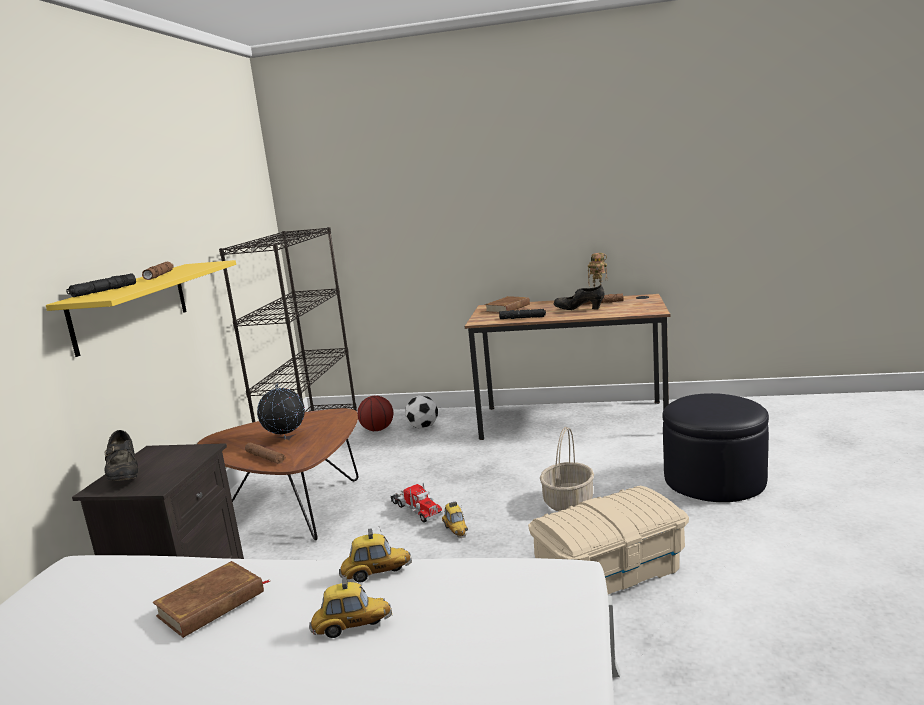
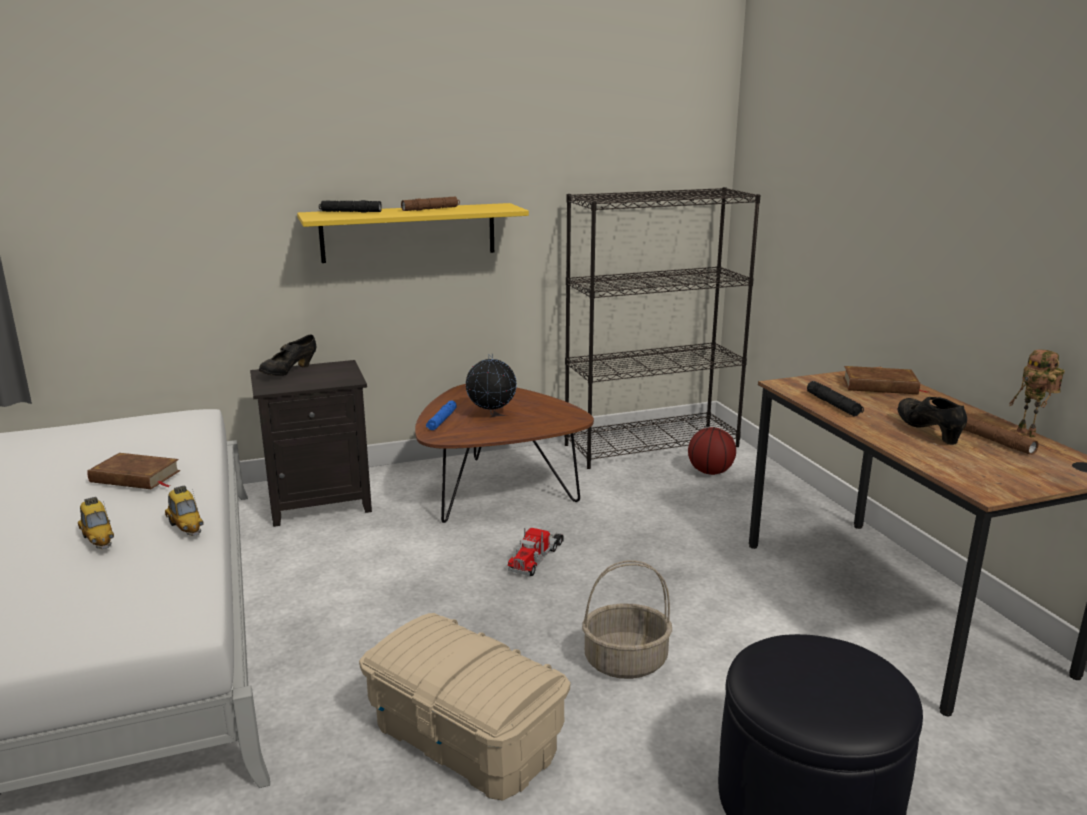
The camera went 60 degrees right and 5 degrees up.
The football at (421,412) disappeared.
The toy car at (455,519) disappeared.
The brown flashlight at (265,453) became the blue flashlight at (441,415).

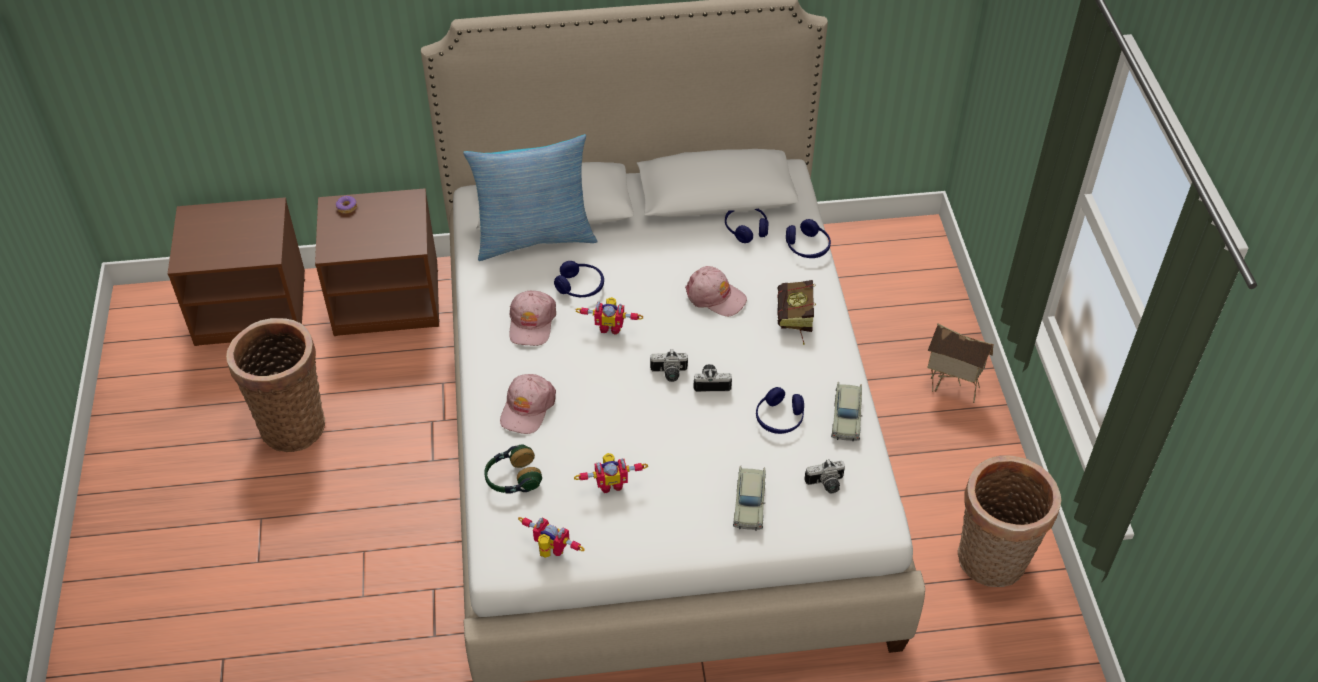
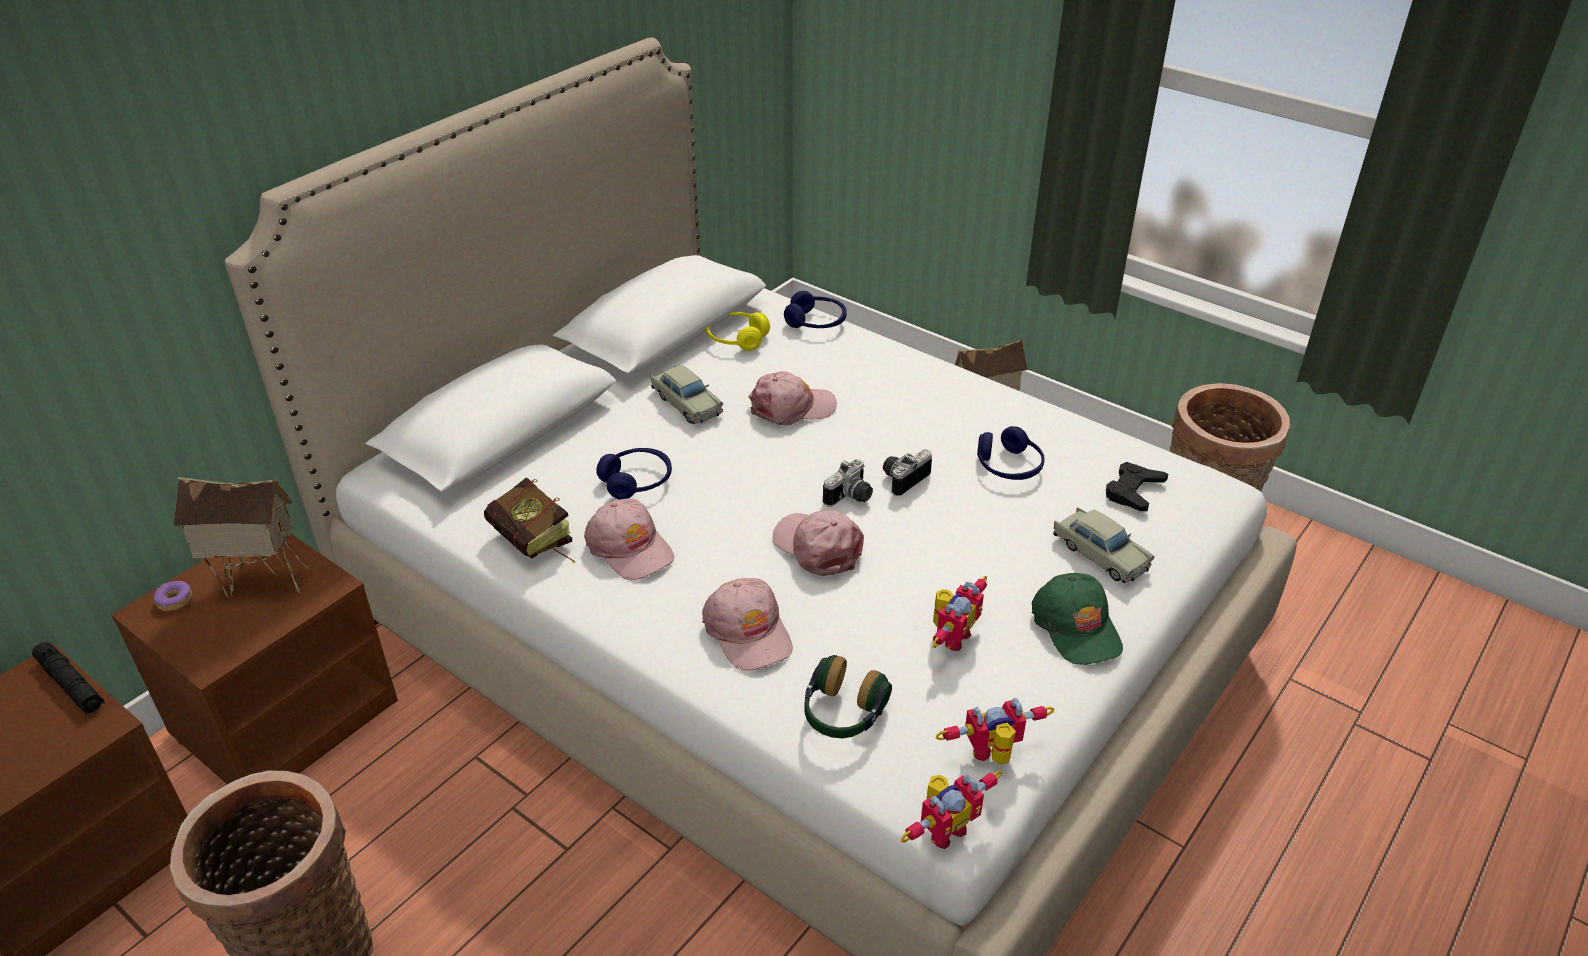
The camera went 45 degrees left and 10 degrees down.
The pillow at (530,197) disappeared.
The black flashlight at (68,678) appeared.
The toy house at (241,537) appeared.
The pink cap at (818,543) appeared.
The green cap at (1077,619) appeared.
The toy robot moved from (609,315) to (951,810).
The book moved from (796,312) to (529,520).
The beige toy car moved from (847,412) to (687,394).
The photo camera at (824,476) was replaced by the black game controller at (1137,486).
The blue headphones at (746,226) became the yellow headphones at (738,331).

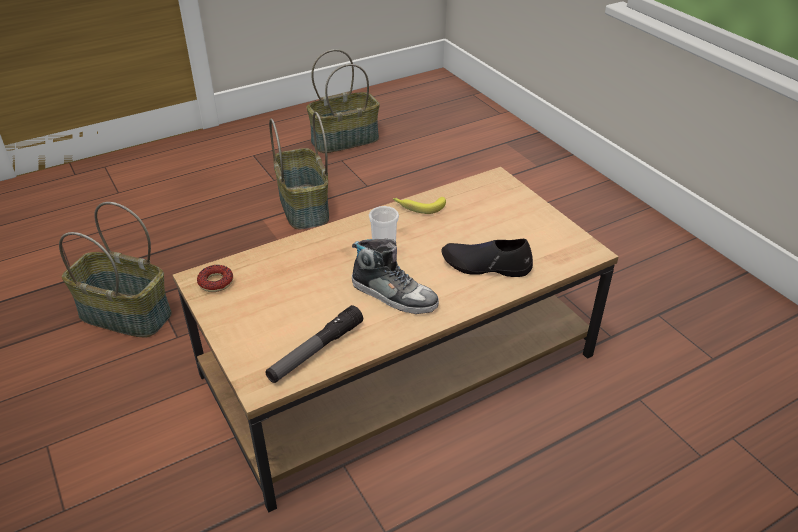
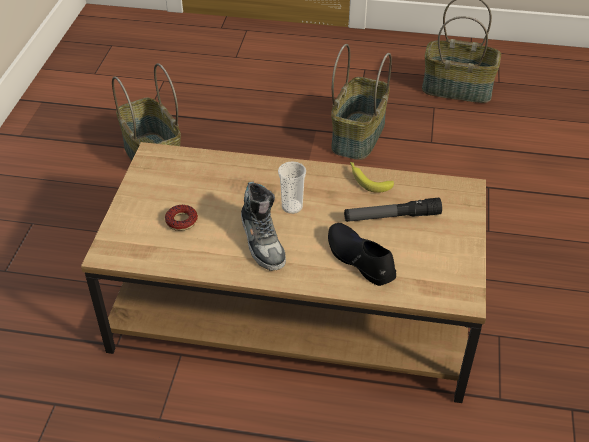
The camera went 40 degrees right and 5 degrees up.
The donut moved from (215,278) to (181,218).
The flashlight moved from (314,344) to (393,210).

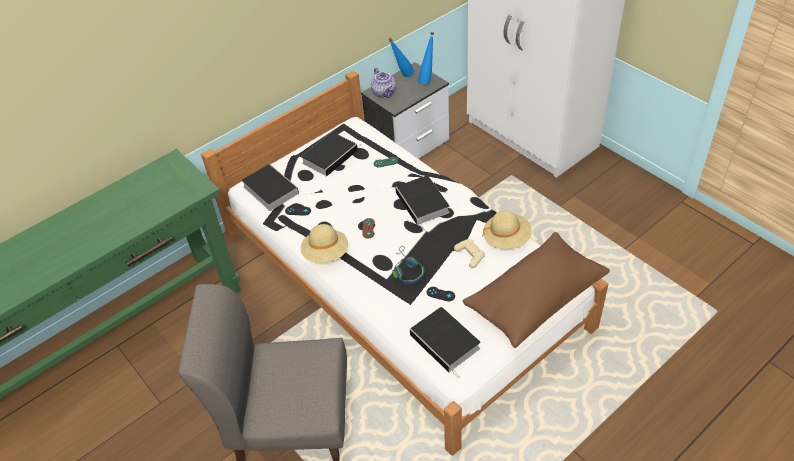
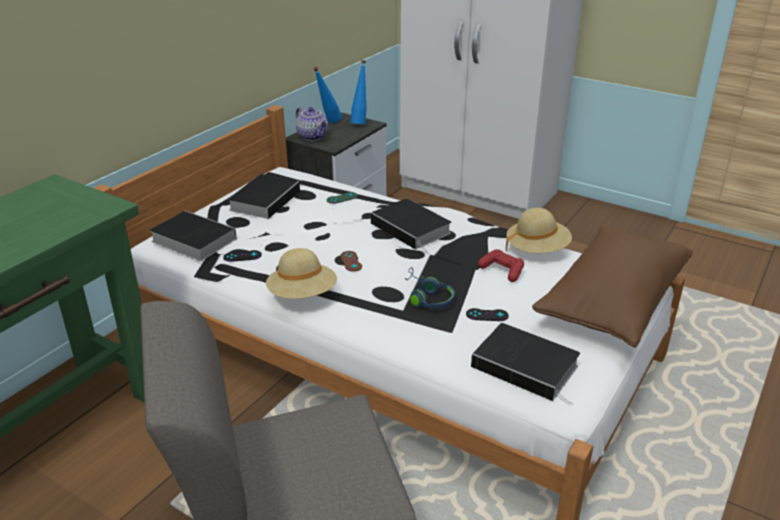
The camera went 20 degrees left and 15 degrees down.
The beige game controller at (469,253) became the red game controller at (501,265).

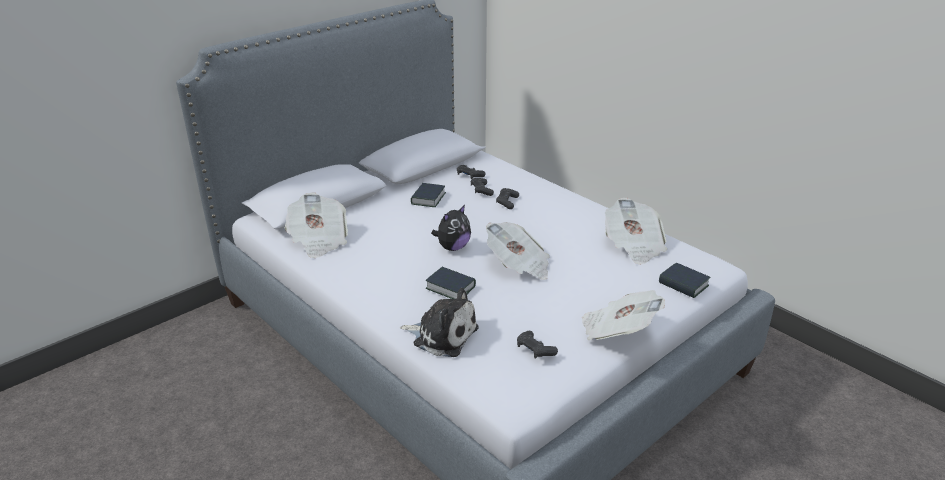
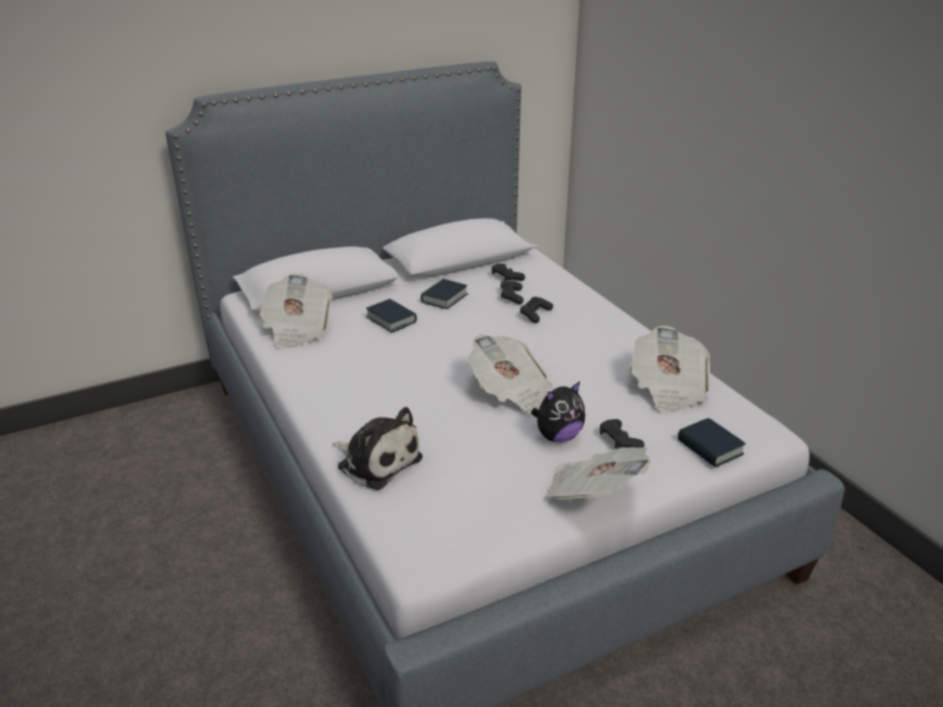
The camera went 15 degrees right and 0 degrees up.
The book moved from (450,283) to (391,316).
The plush toy moved from (451,228) to (558,411).
The black game controller moved from (537,344) to (622,434).

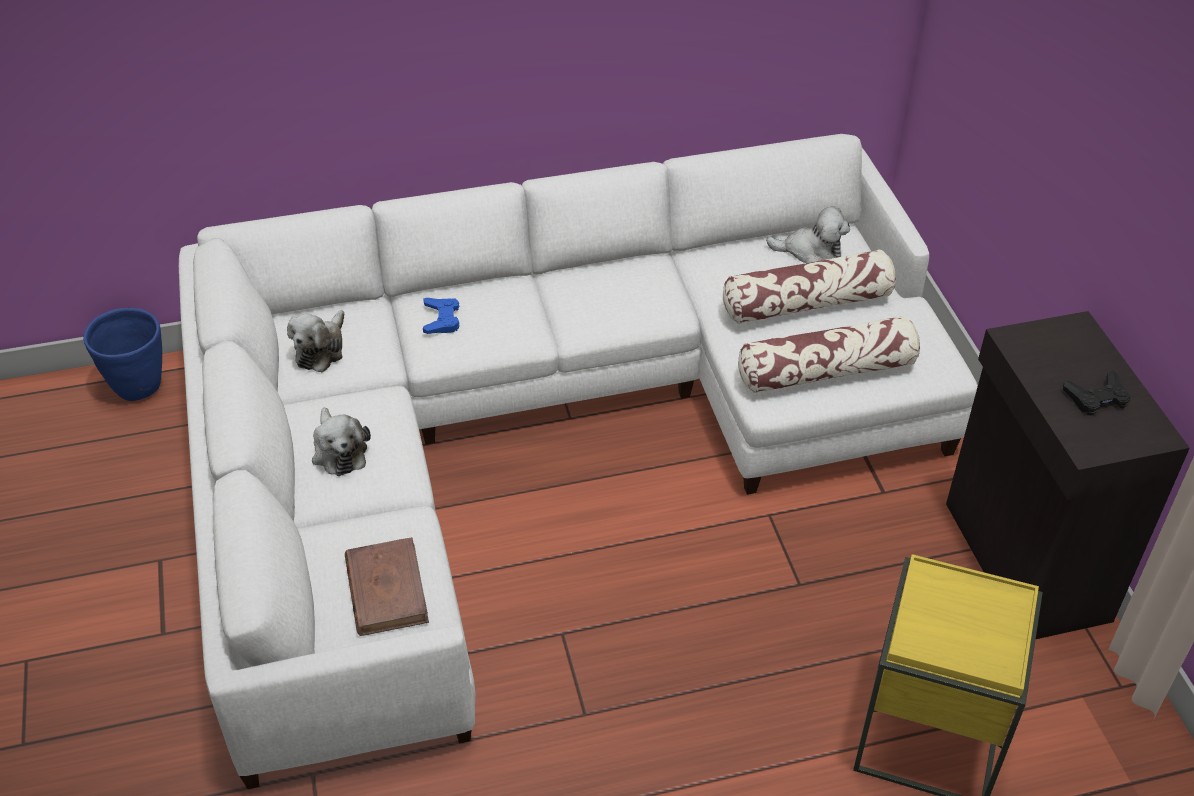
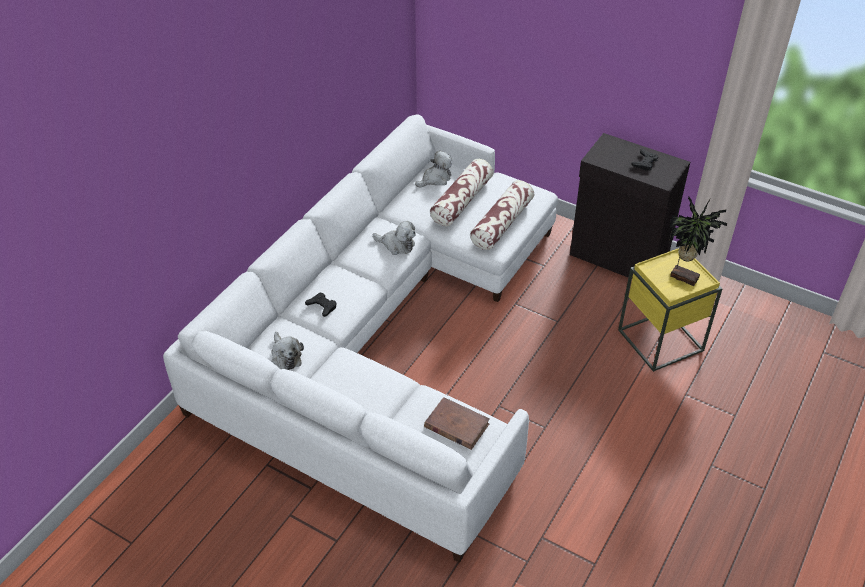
The camera went 45 degrees left and 0 degrees up.
The blue planter at (122,354) disappeared.
The potted plant at (698,241) appeared.
The plush toy moved from (341,442) to (394,238).
The blue game controller at (441,316) became the black game controller at (320,305).

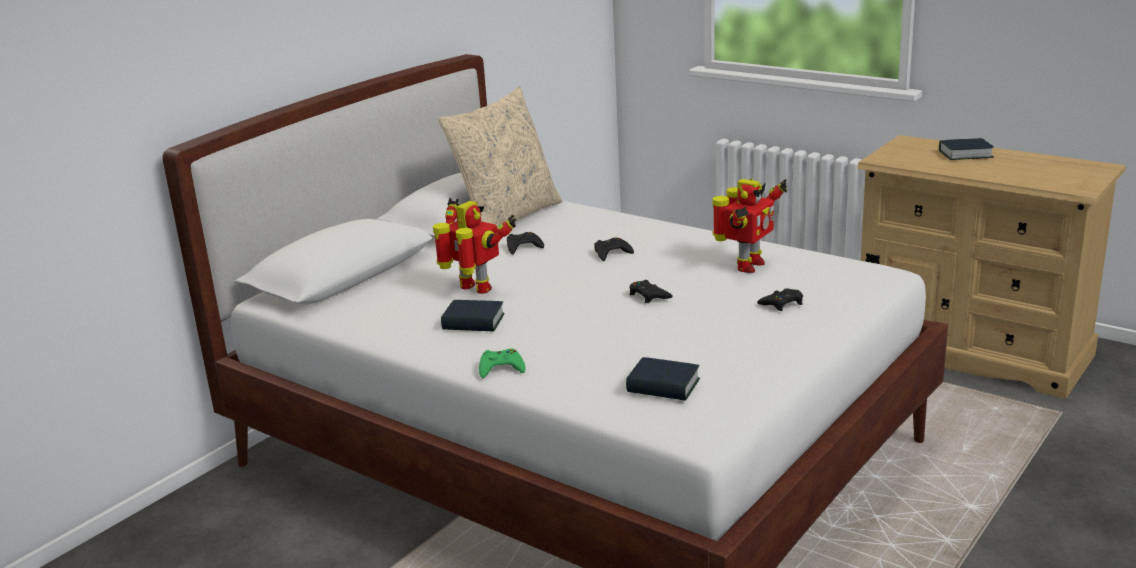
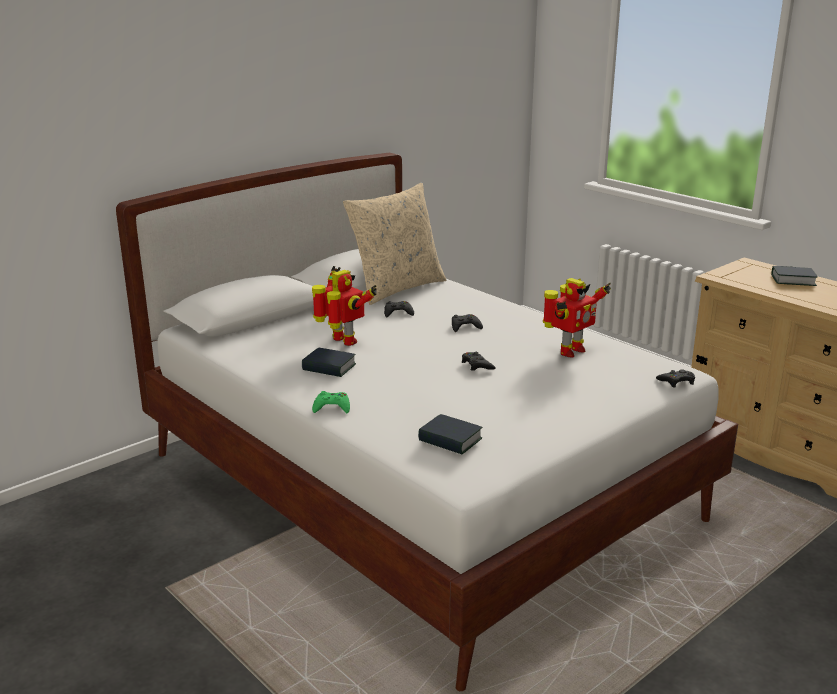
The camera went 10 degrees right and 0 degrees up.
The black game controller moved from (780,299) to (675,378).

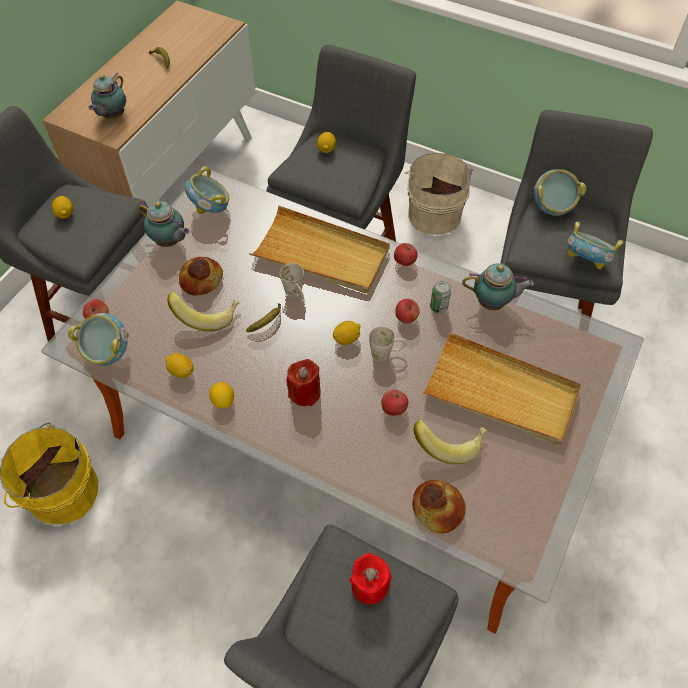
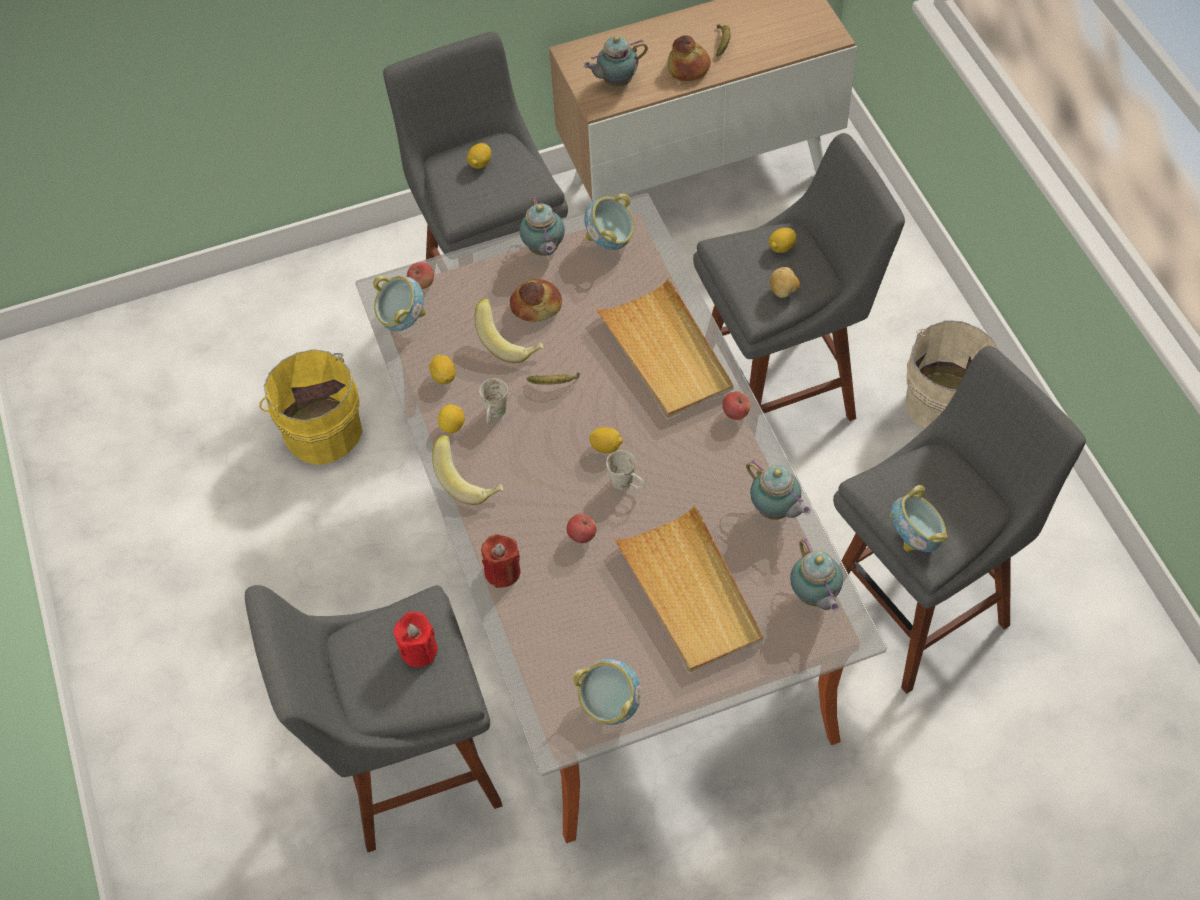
The camera went 45 degrees right and 0 degrees up.
The apple at (407,311) disappeared.
The can at (440,297) disappeared.
The potato at (785,282) appeared.
The teapot at (816,575) appeared.
The white mug moved from (292,281) to (493,401).
The red candle moved from (303,382) to (500,561).
The bread moved from (439,507) to (689,58).
The banana moved from (450,442) to (468,470).
The bowl moved from (560,192) to (606,691).

